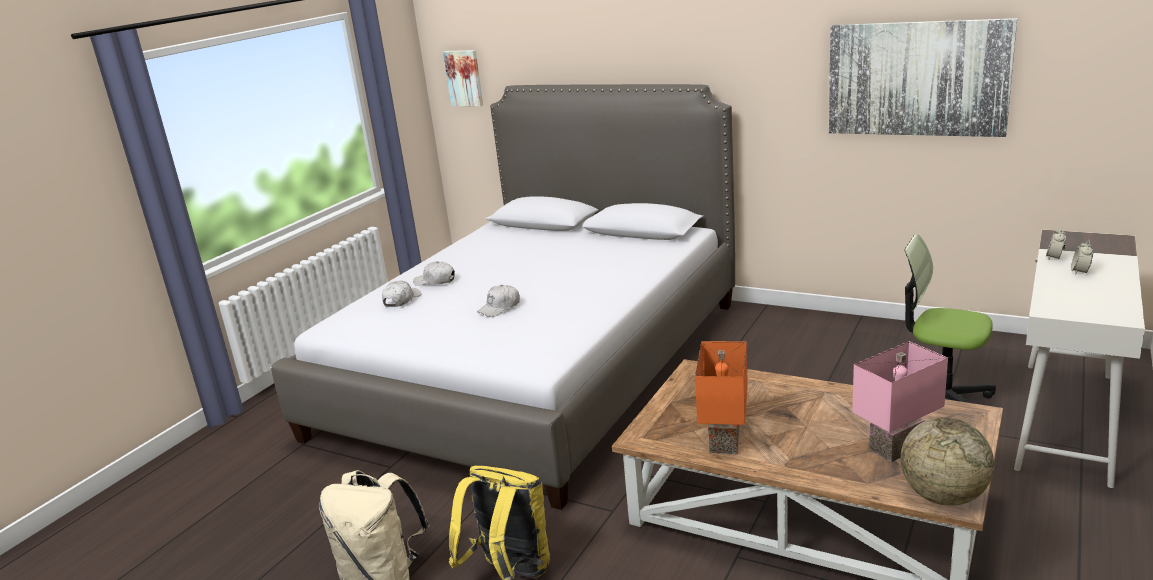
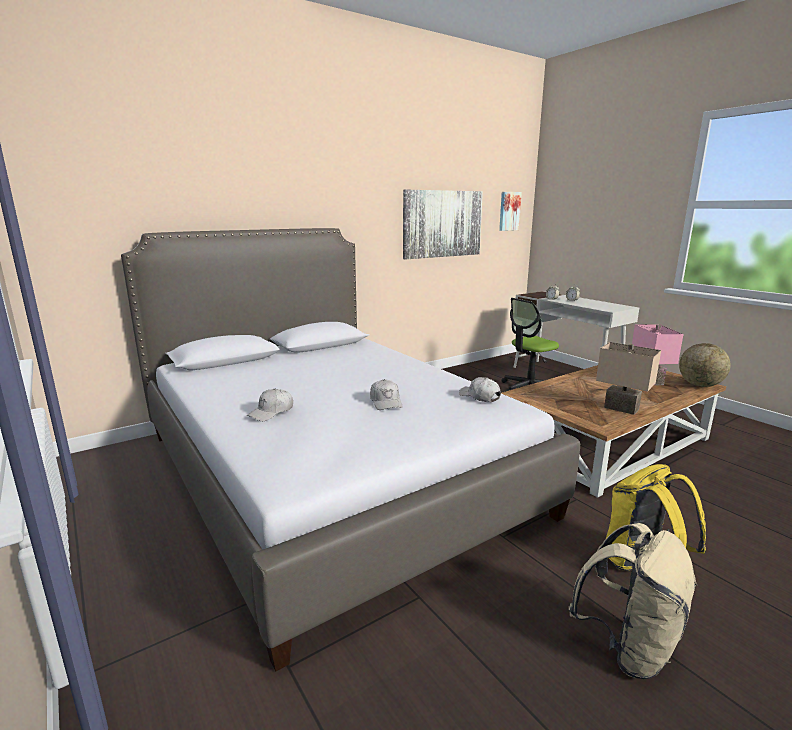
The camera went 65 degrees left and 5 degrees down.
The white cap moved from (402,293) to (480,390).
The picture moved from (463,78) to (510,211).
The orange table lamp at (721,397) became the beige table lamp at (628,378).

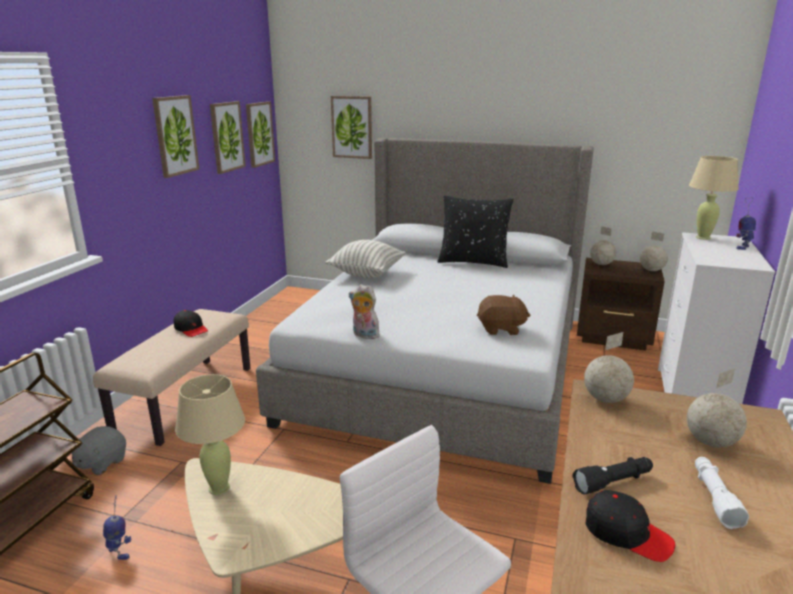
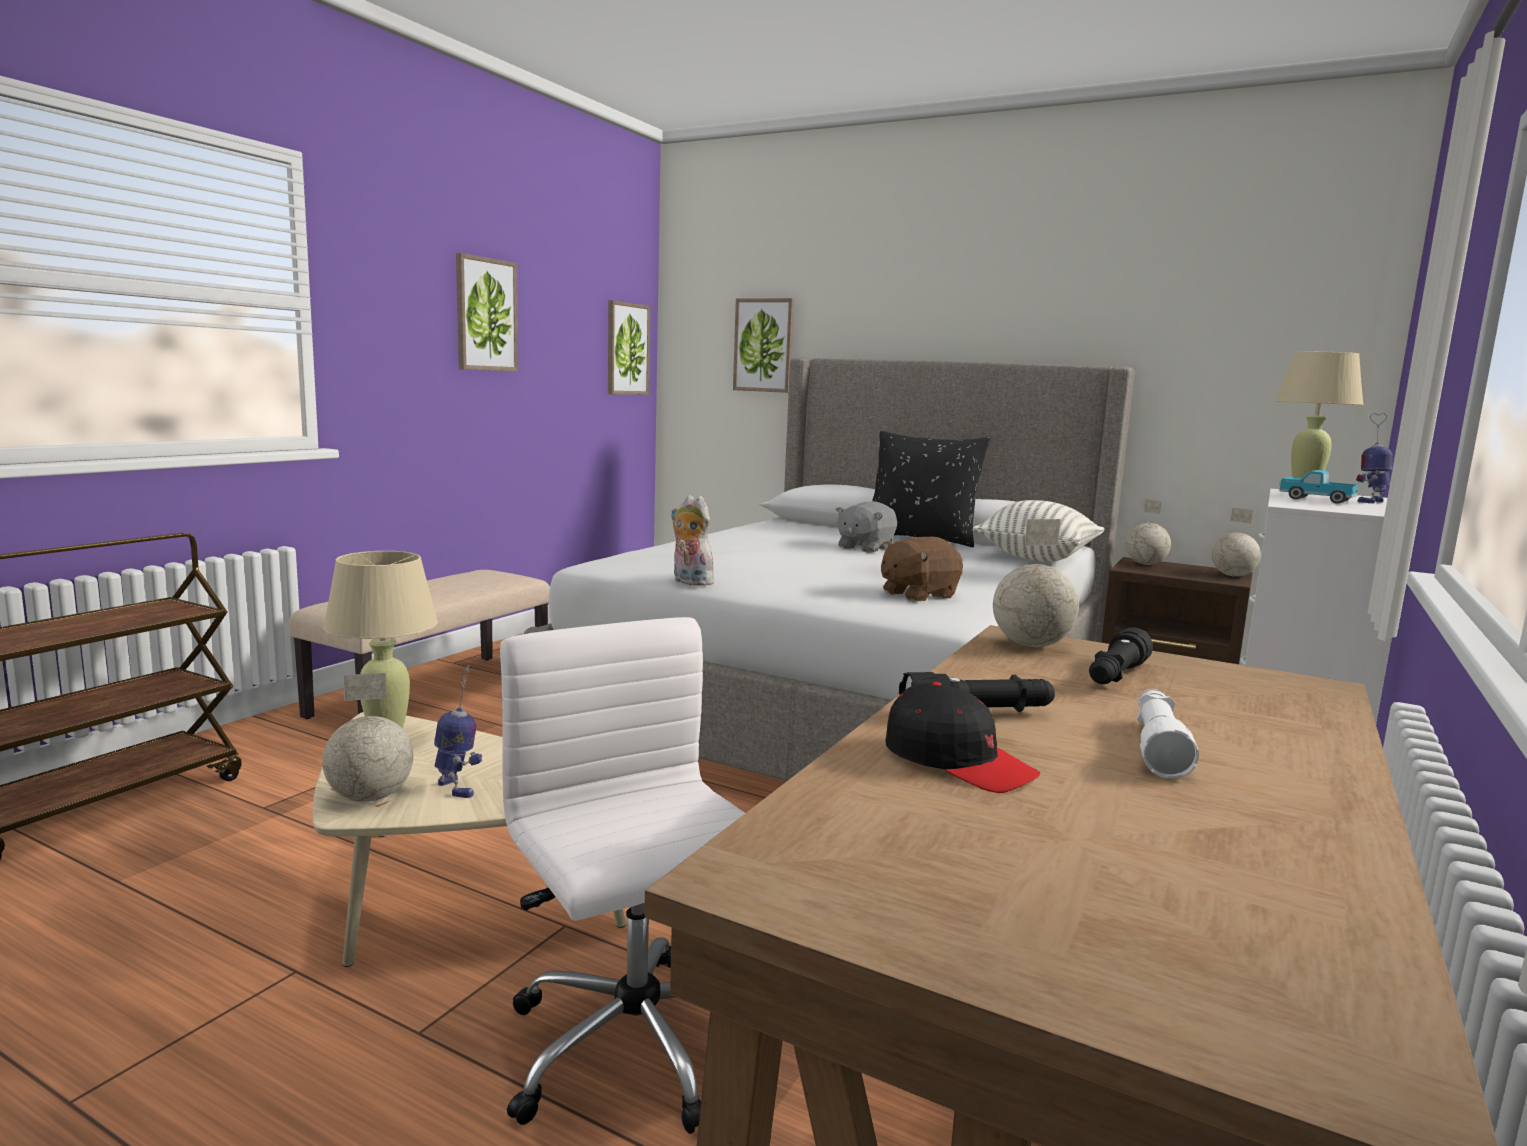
The camera went 10 degrees right and 10 degrees down.
The black cap at (191,323) disappeared.
The picture at (228,137) disappeared.
The black flashlight at (1121,655) appeared.
The toy truck at (1318,487) appeared.
The grey plush toy moved from (99,450) to (866,527).
The toy robot moved from (117,527) to (458,732).
The pillow moved from (365,259) to (1039,531).
The globe moved from (717,407) to (367,737).
The brown plush toy at (503,315) turned 135 degrees clockwise.

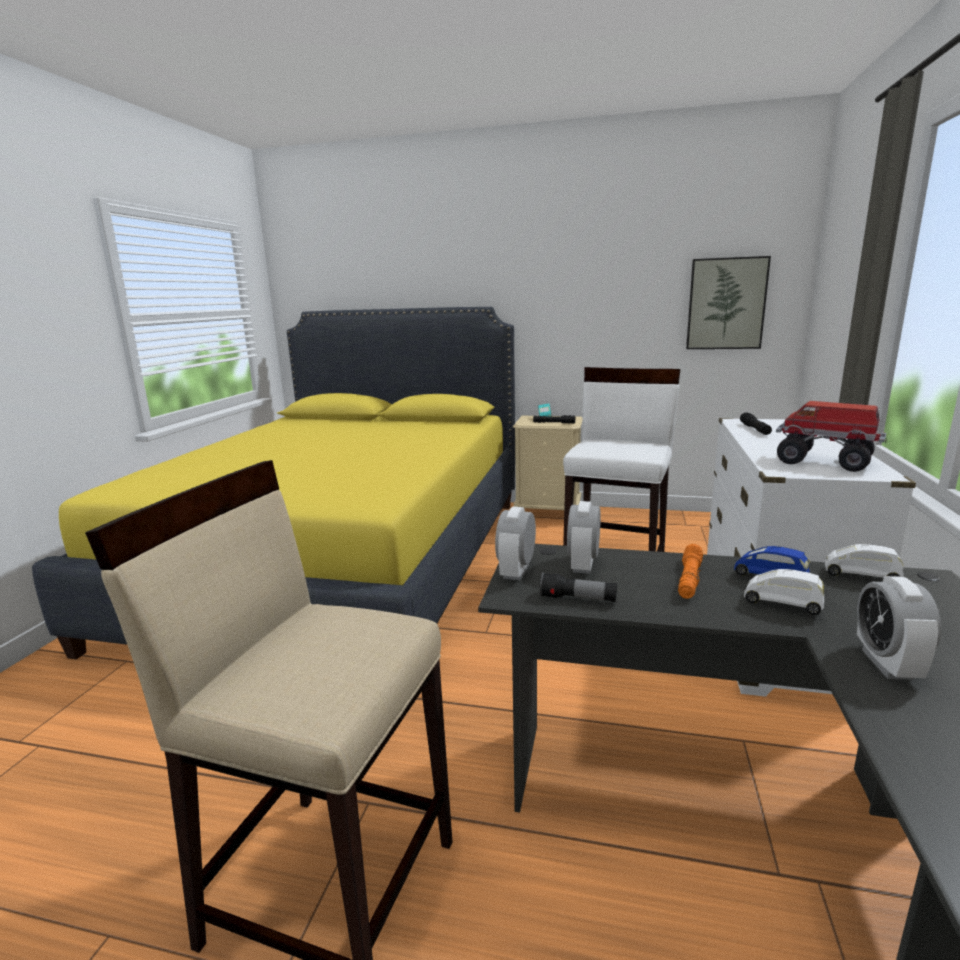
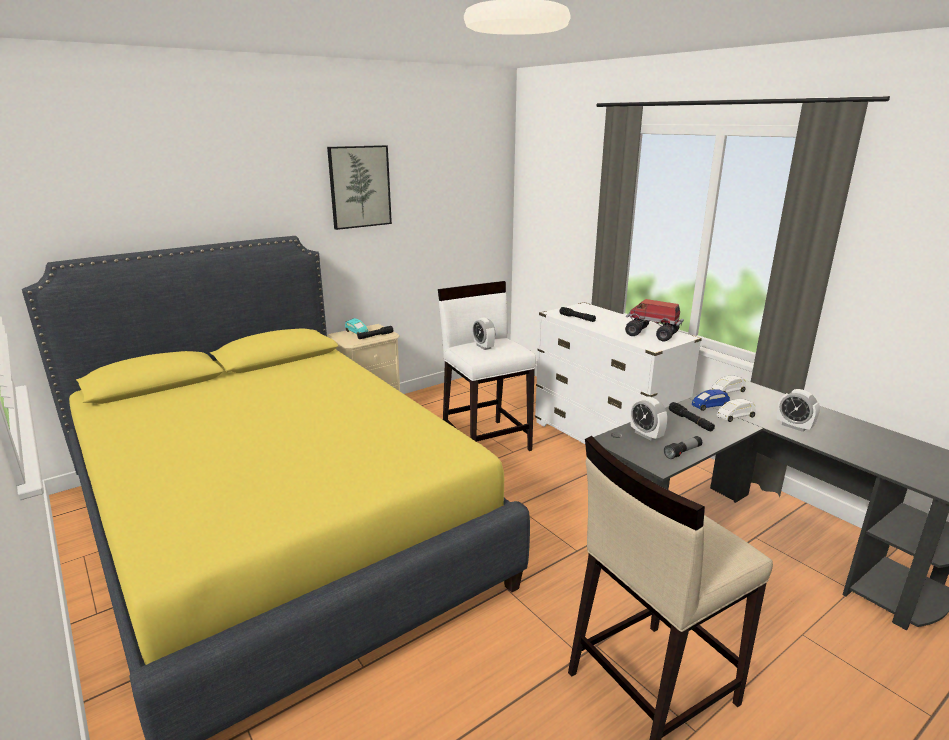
The camera went 50 degrees left and 5 degrees up.
The alarm clock moved from (515,543) to (484,333).
The picture moved from (728,302) to (359,187).
The orange flashlight at (690,571) became the black flashlight at (692,416).
The toy truck at (831,436) turned 45 degrees clockwise.

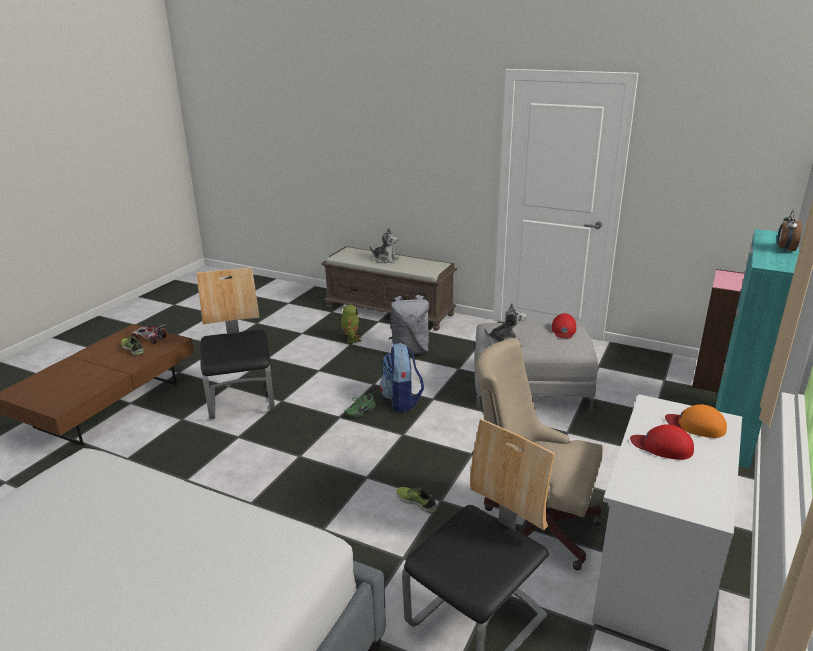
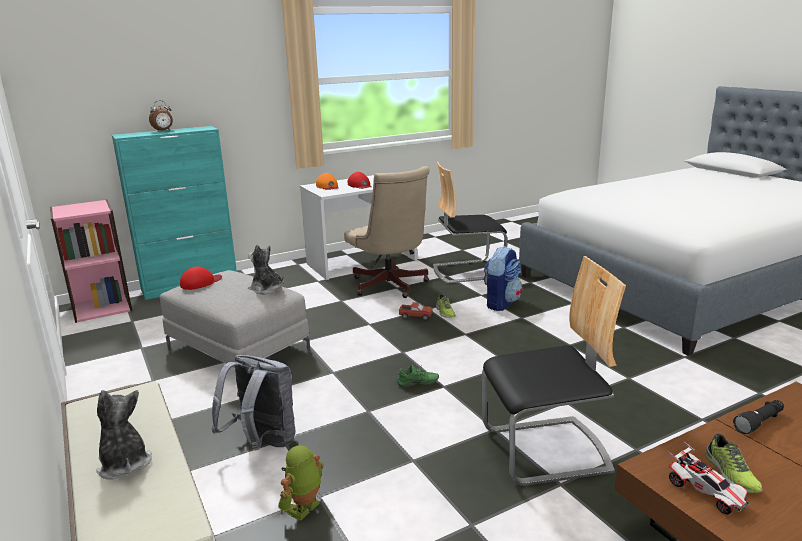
The camera went 145 degrees left and 5 degrees down.
The toy truck at (416,311) appeared.
The black flashlight at (758,417) appeared.
The backpack moved from (402,377) to (503,278).
The chair at (235,343) turned 120 degrees counterclockwise.

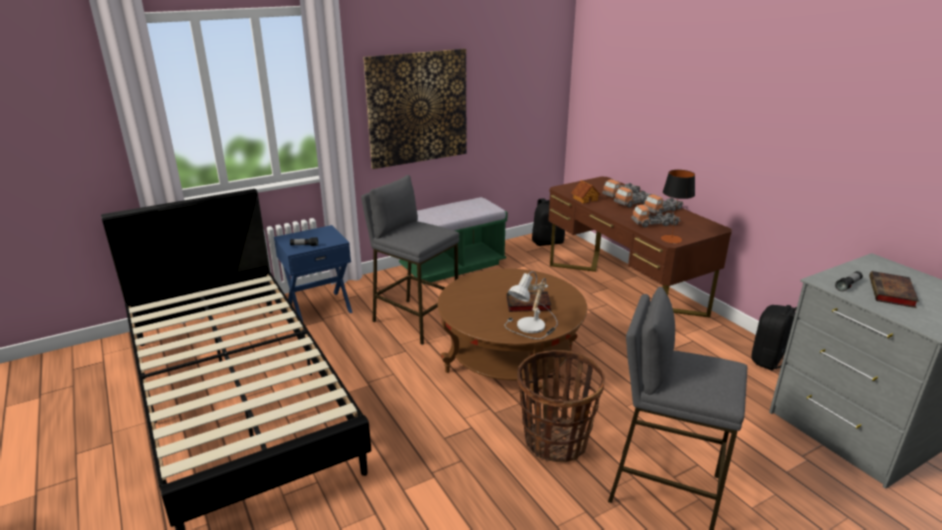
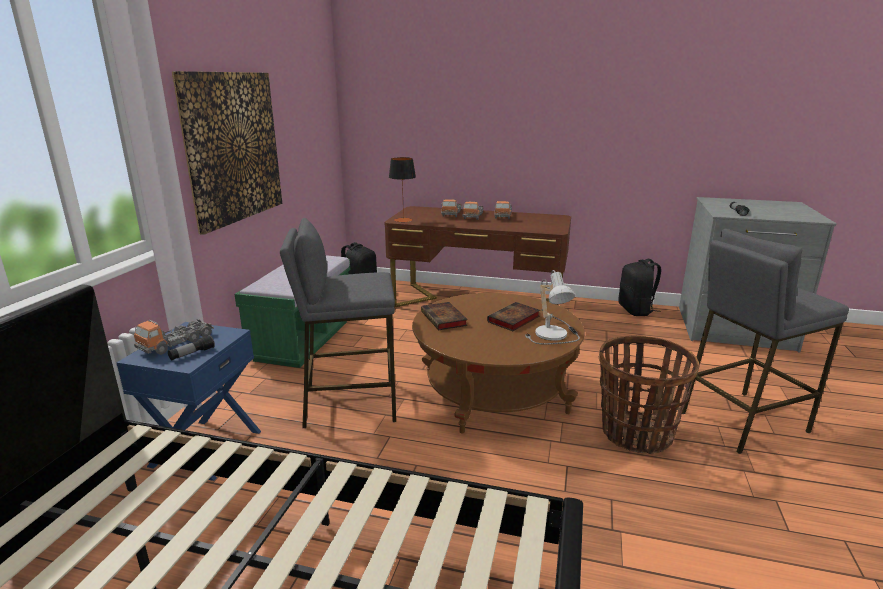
The camera went 45 degrees left and 5 degrees down.
The toy house at (586,192) disappeared.
The toy truck moved from (656,216) to (174,337).
The table lamp moved from (678,206) to (402,189).
The book moved from (894,289) to (444,316).

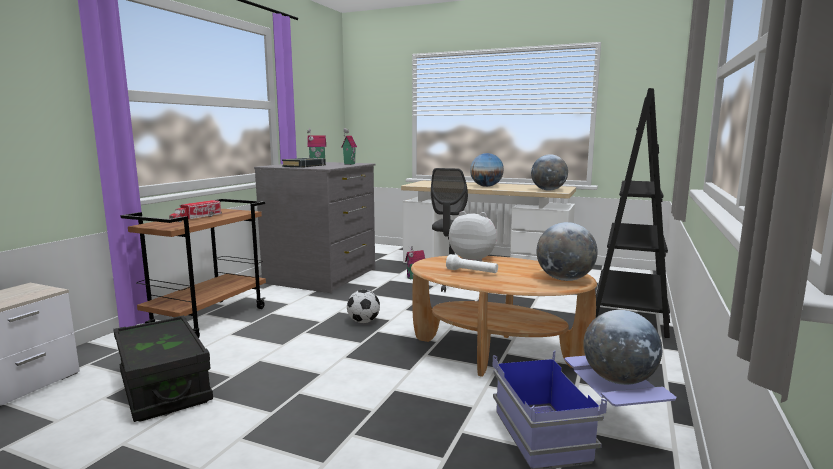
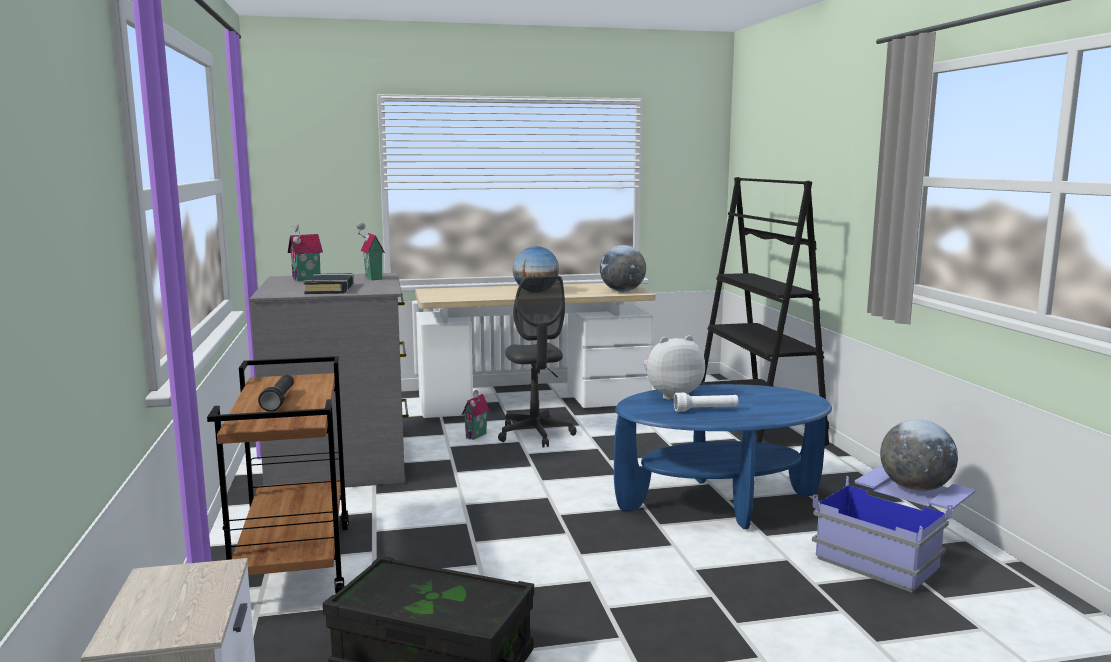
The camera went 35 degrees left and 0 degrees up.
The football at (363,306) disappeared.
The globe at (567,251) disappeared.
The toy truck at (195,211) was replaced by the black flashlight at (276,393).
The brown coffee table at (504,316) became the blue coffee table at (723,456).

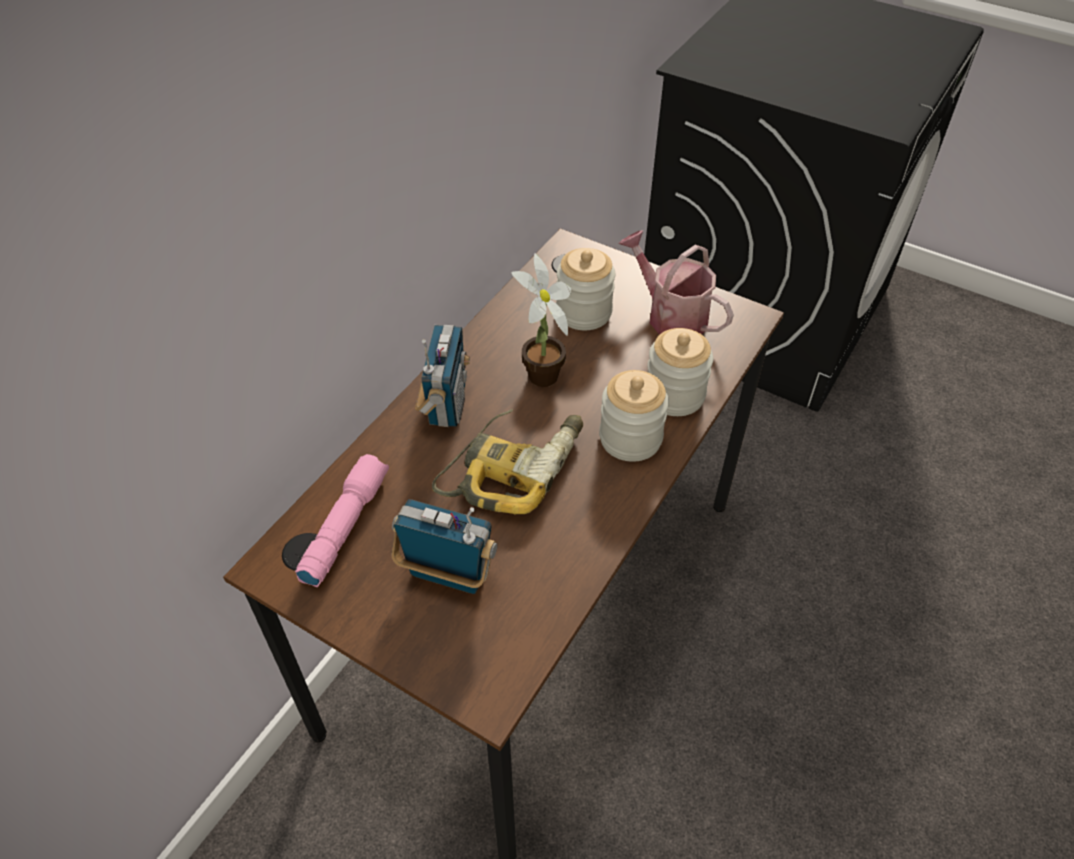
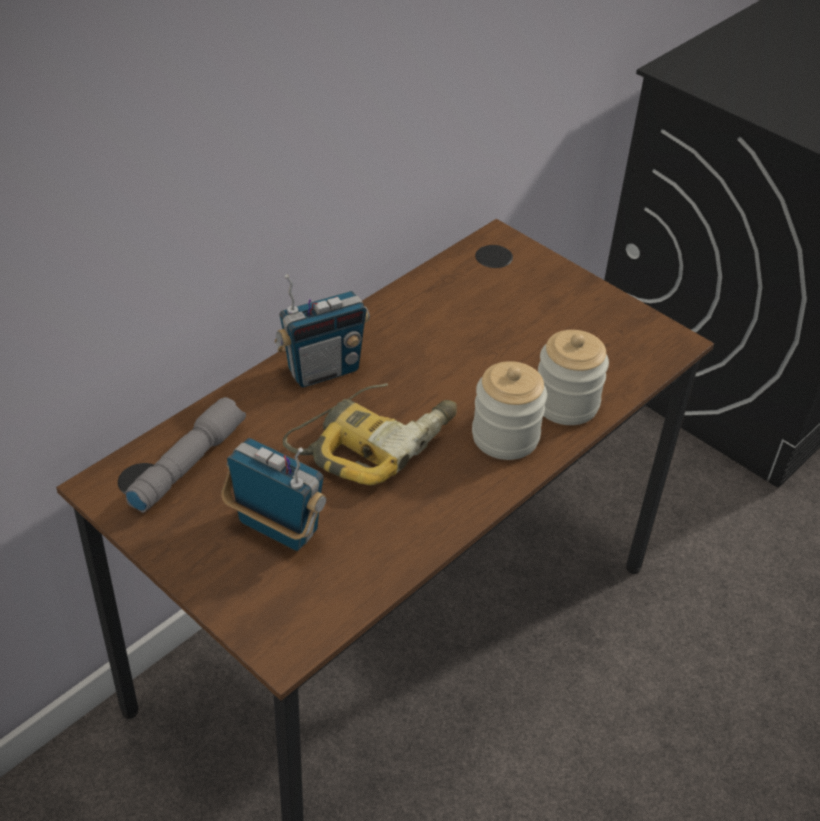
The camera went 10 degrees right and 5 degrees down.
The potted plant at (541,320) disappeared.
The jar at (585,289) disappeared.
The watering can at (676,282) disappeared.
The pink flashlight at (342,520) became the grey flashlight at (185,455).
The radio at (442,376) turned 45 degrees clockwise.

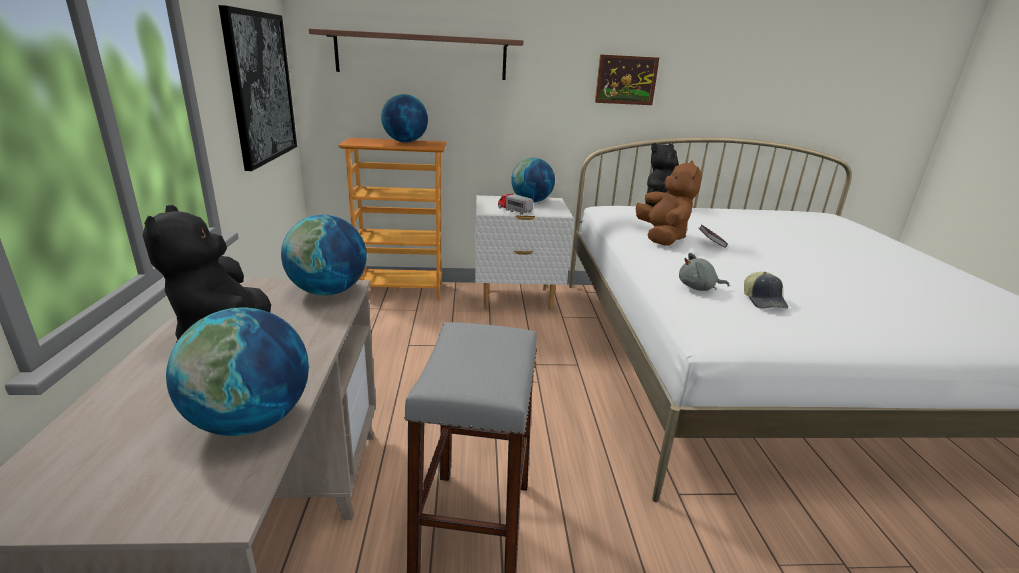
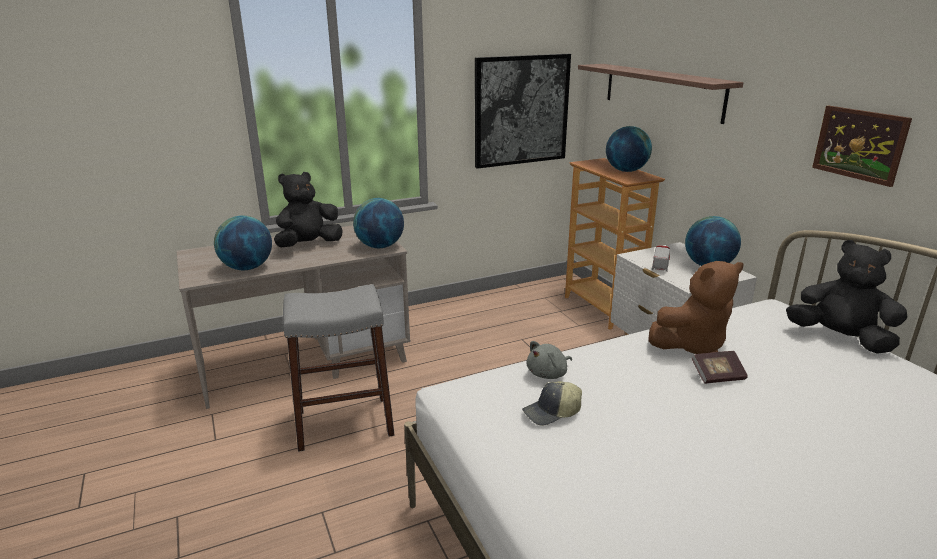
The camera went 70 degrees right and 0 degrees up.
The grey plush toy at (704,271) turned 105 degrees counterclockwise.

